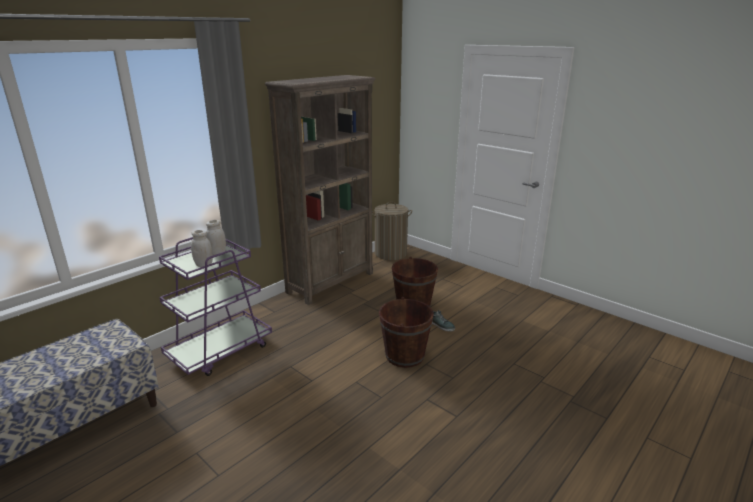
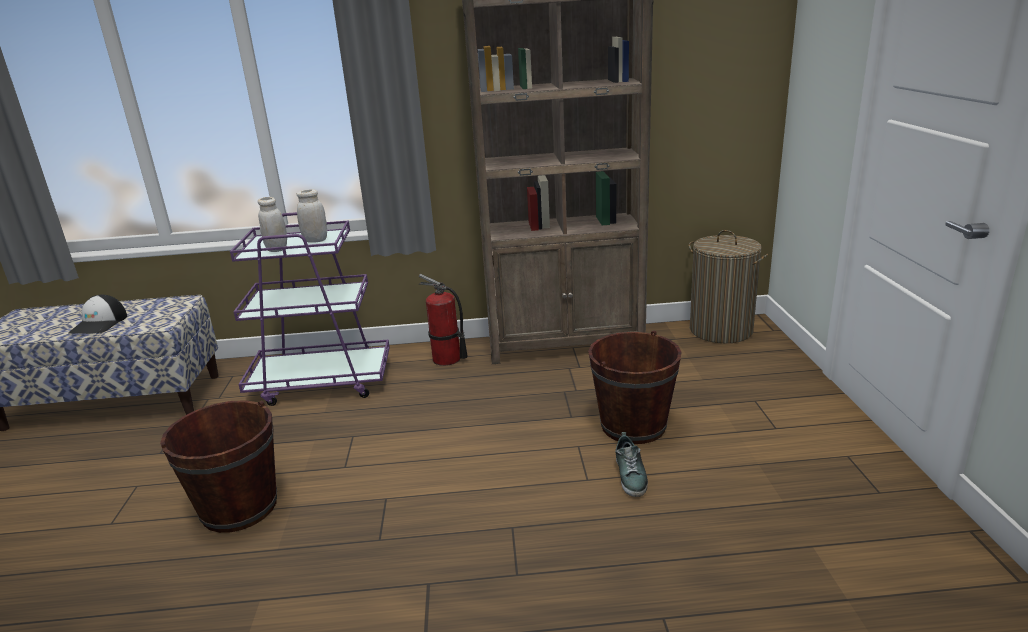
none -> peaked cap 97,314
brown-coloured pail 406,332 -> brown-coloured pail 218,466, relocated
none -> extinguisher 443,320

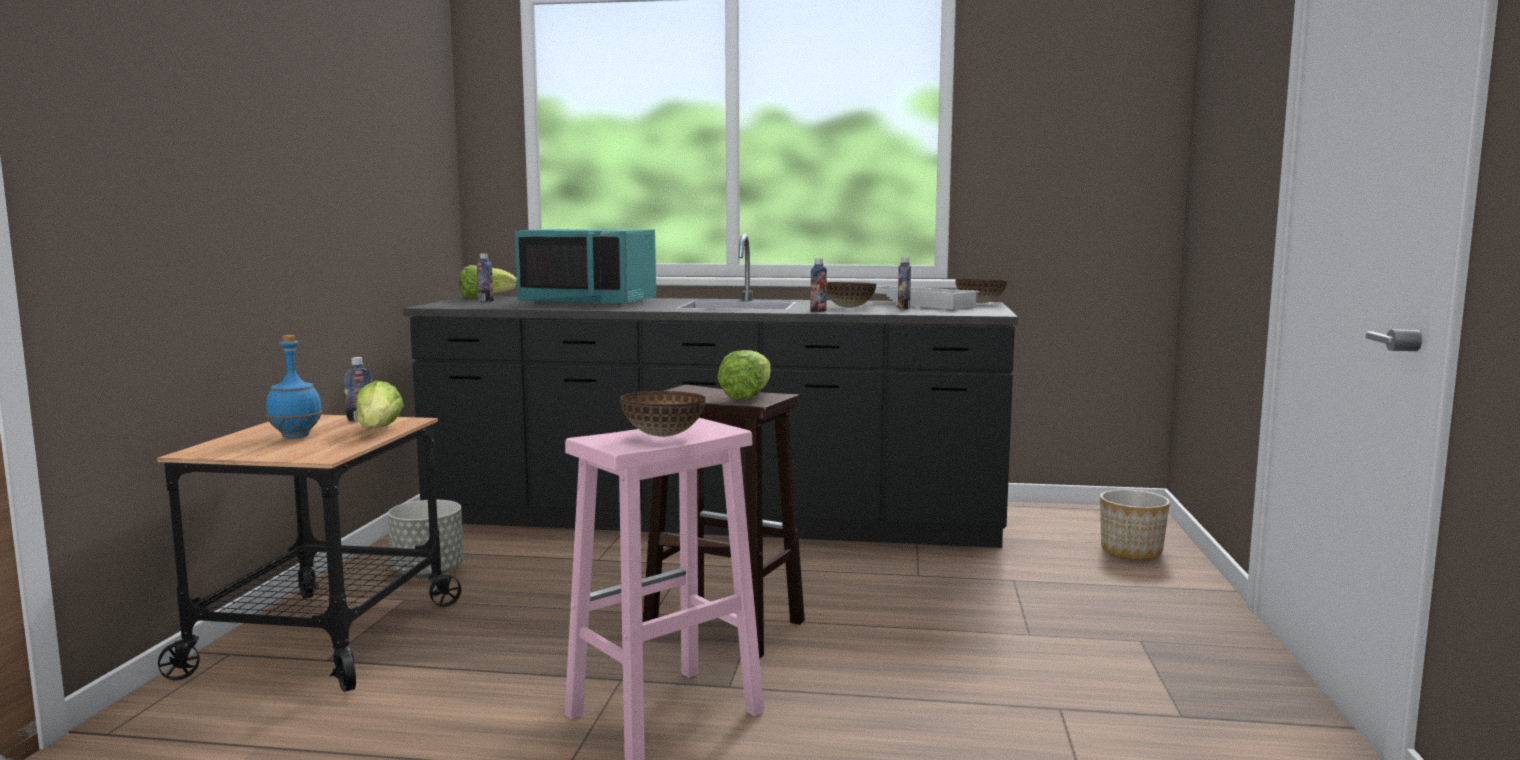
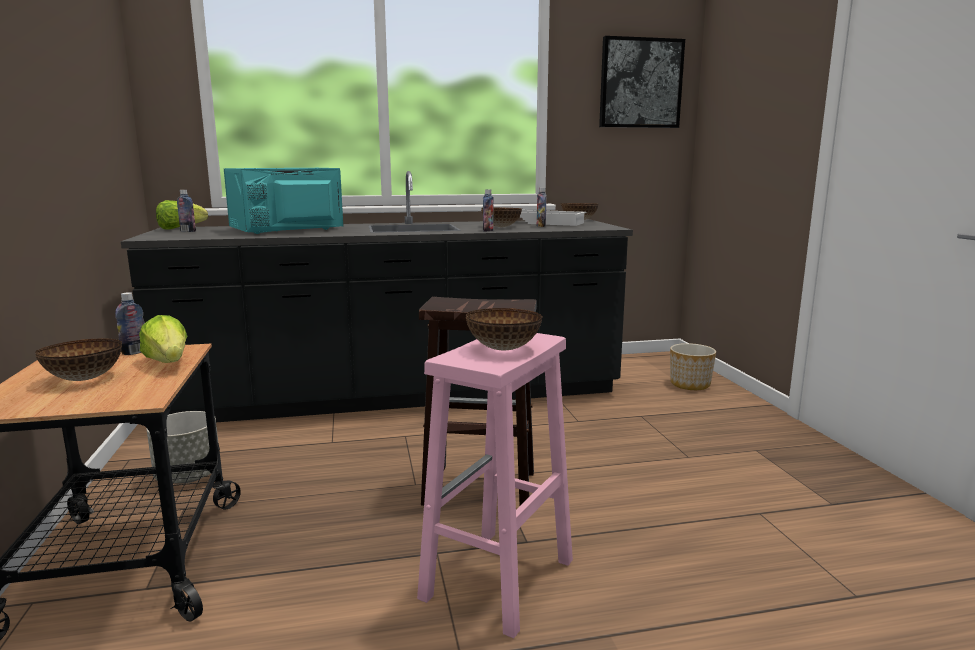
blue-coloured drink bottle 294,386 -> serving bowl 78,359
turquoise-coloured microwave 585,267 -> turquoise-coloured microwave 283,201, 150 degrees clockwise
none -> wall art 642,82
lettuce 744,375 -> none

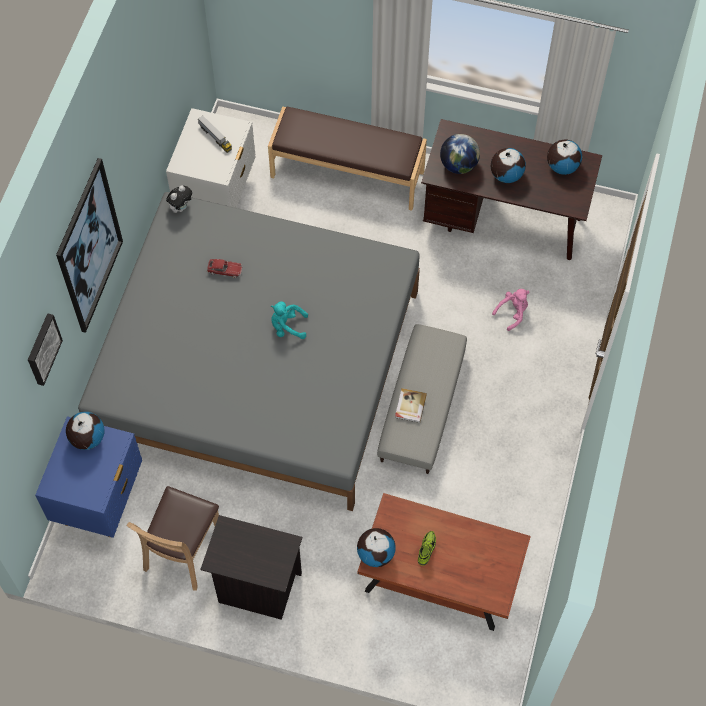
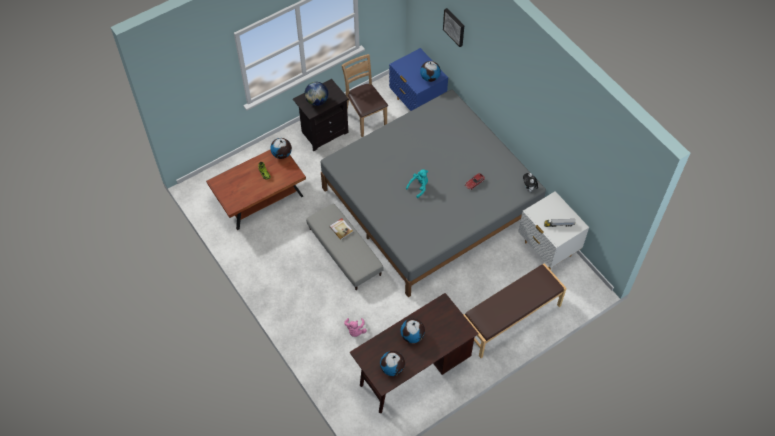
world globe 460,154 -> world globe 316,94, relocated
wall art 89,245 -> none

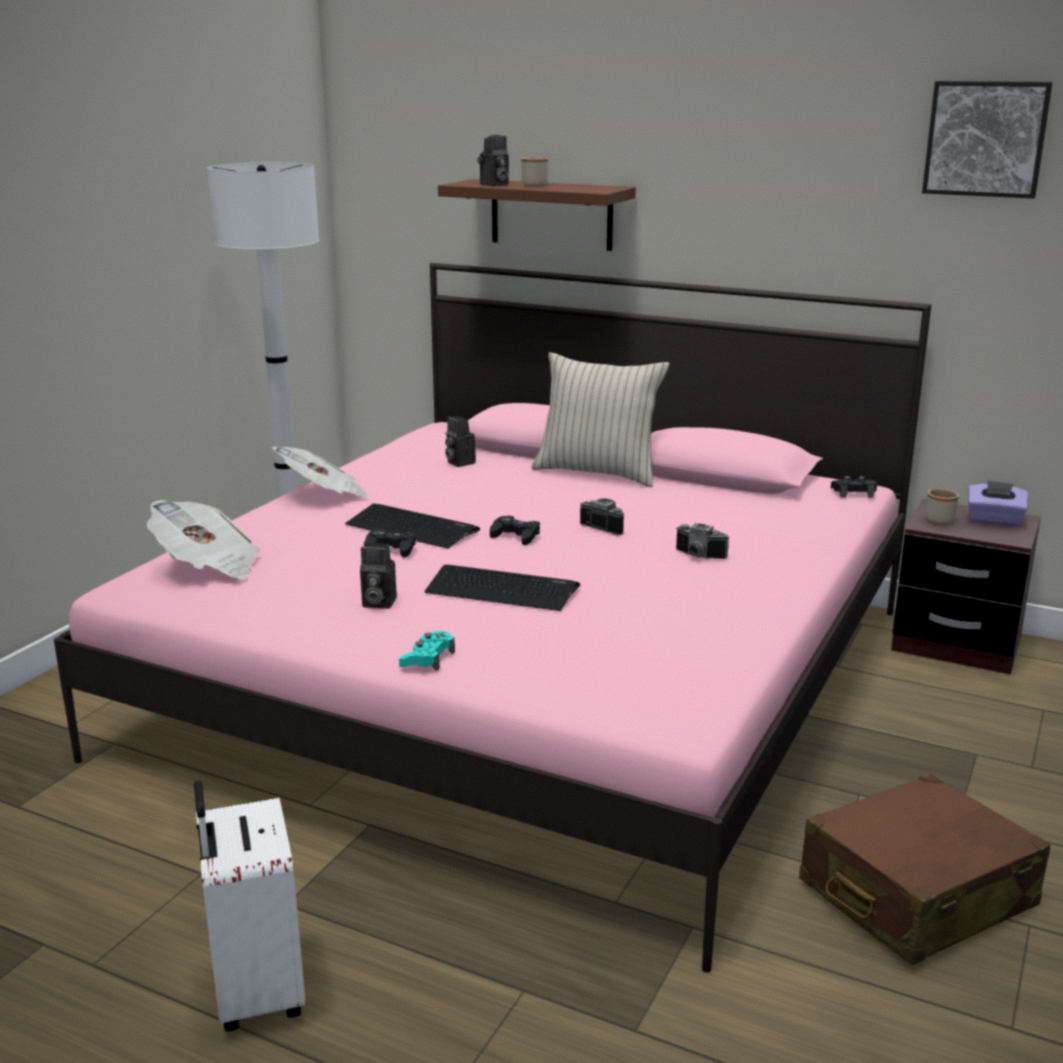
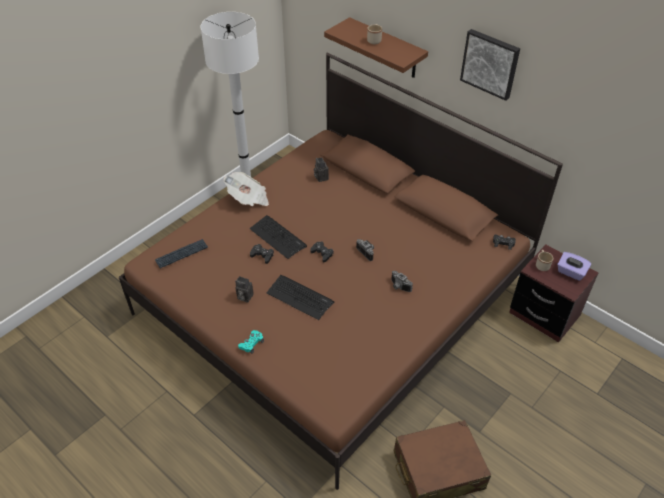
pink bed 492,618 -> brown-coloured bed 341,271
daily paper 203,539 -> PC keyboard 181,254
wall art 987,140 -> wall art 490,65, relocated
white-coloured piece of luggage 249,906 -> none
still camera 493,160 -> none
sand-coloured throw pillow 600,419 -> none

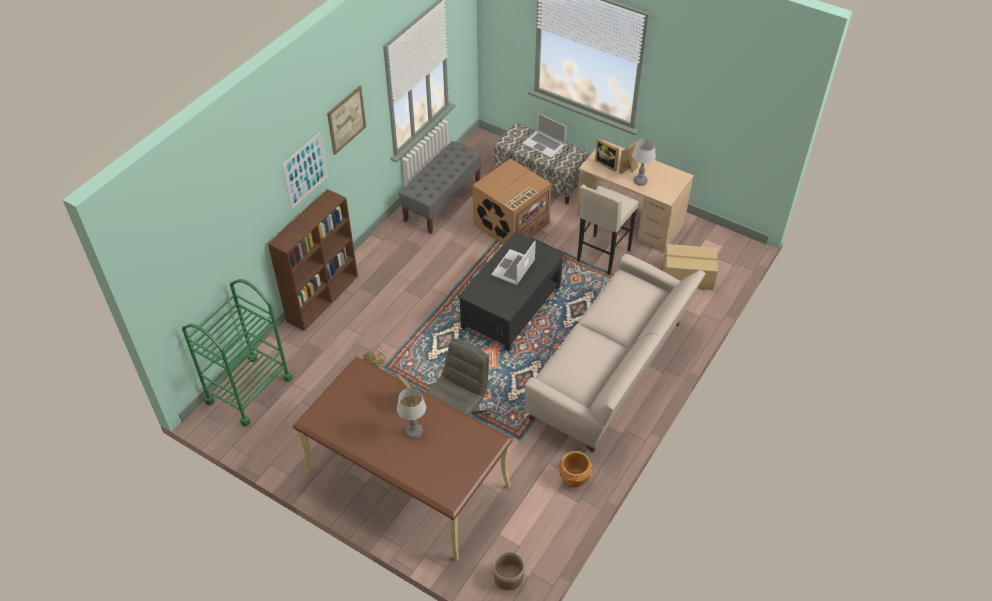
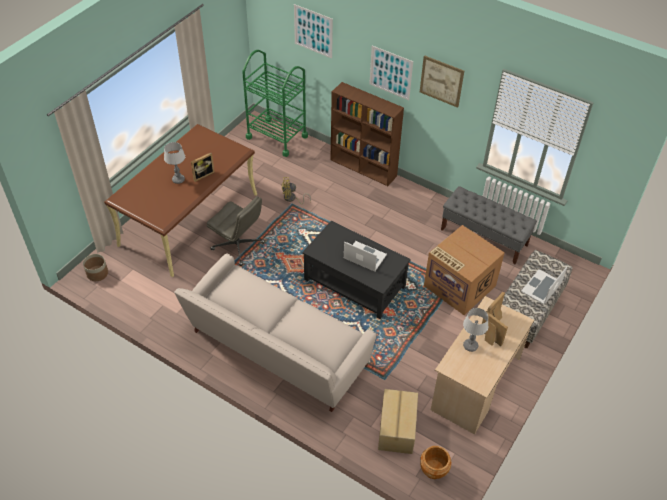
none -> wall art 313,31
brown-coloured planter 575,469 -> brown-coloured planter 435,462, relocated
sand-coloured stool 608,229 -> none

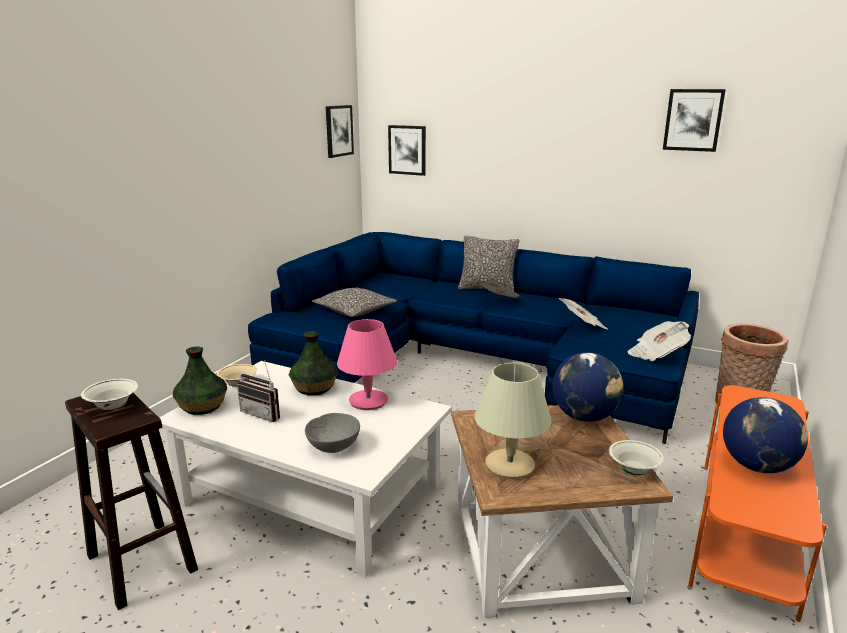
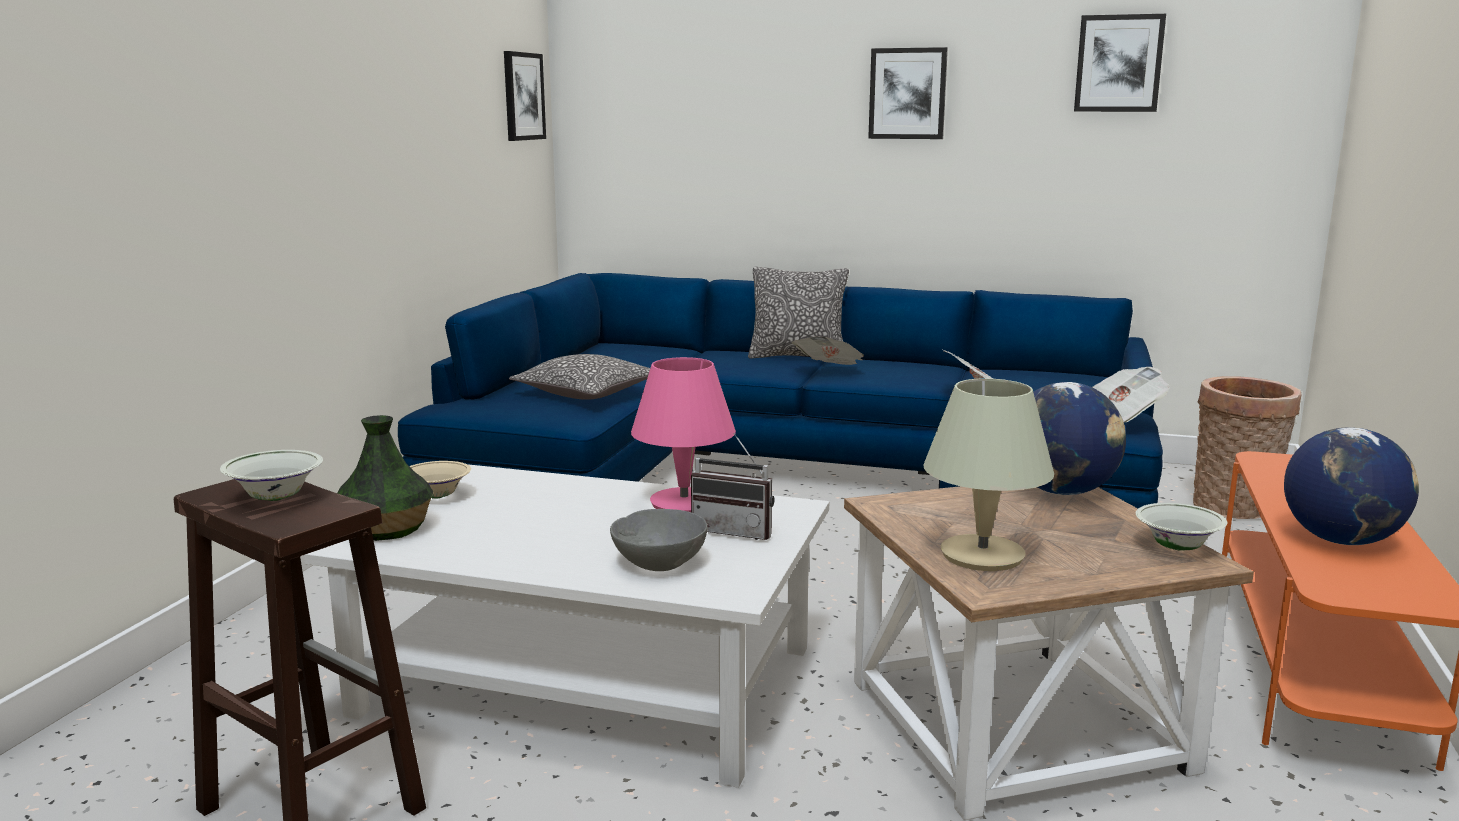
radio 258,391 -> radio 733,486, relocated
wall art 407,150 -> wall art 908,93, relocated
decorative vase 313,363 -> none

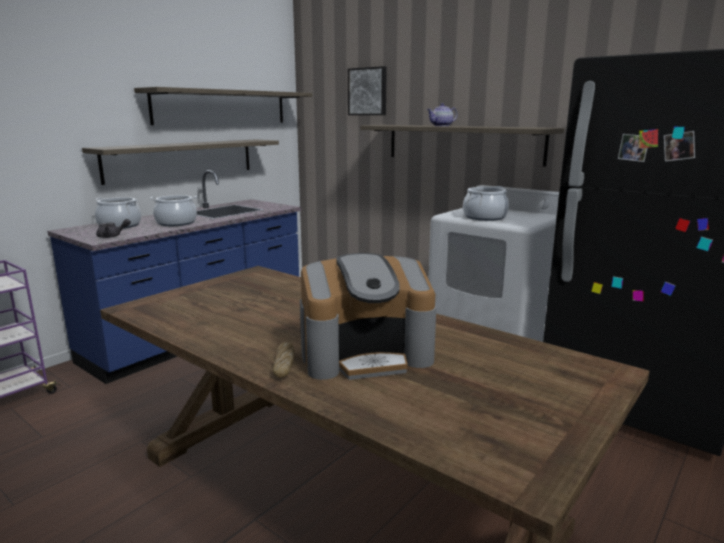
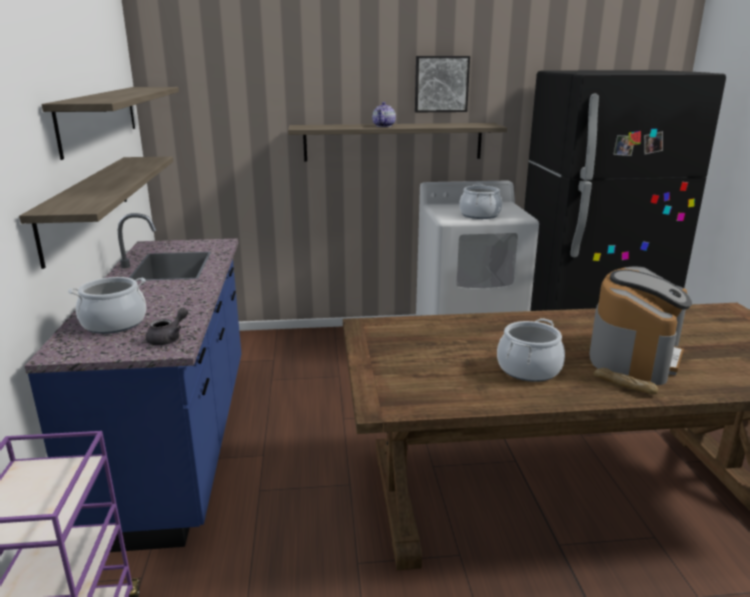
wall art 367,90 -> wall art 442,84, relocated
saucepot 173,210 -> saucepot 531,350, relocated

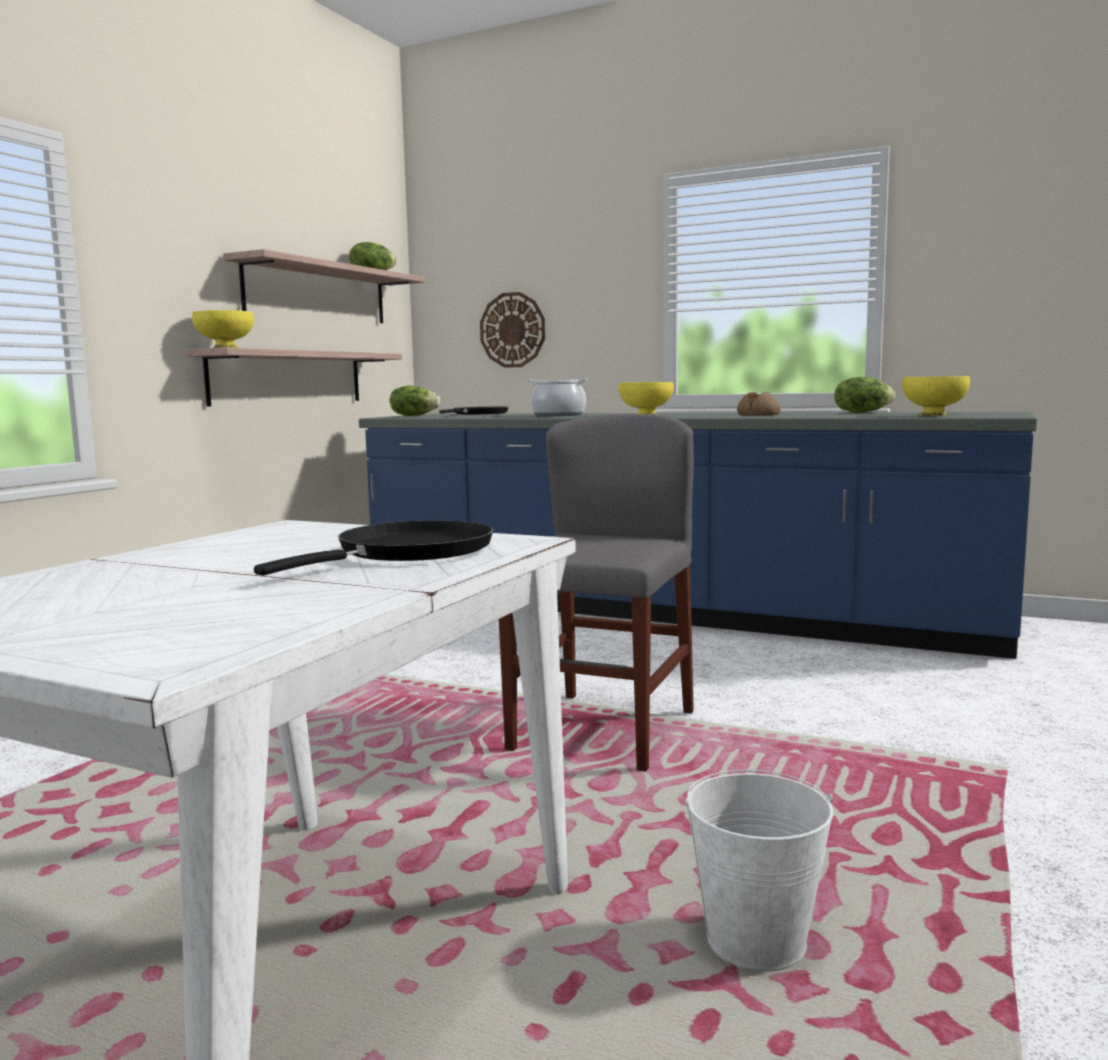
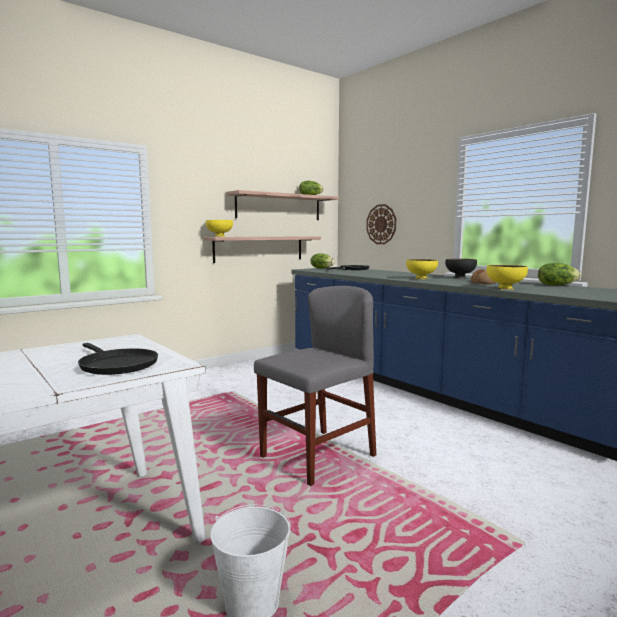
black frying pan 373,548 -> black frying pan 118,359, 75 degrees clockwise
none -> black serving bowl 461,268
yellow serving bowl 936,396 -> yellow serving bowl 507,277, relocated
saucepot 558,397 -> none

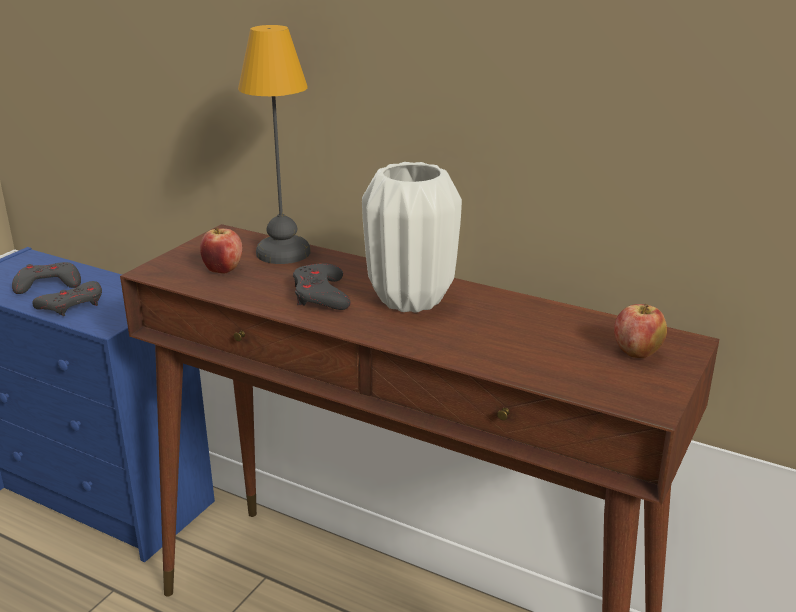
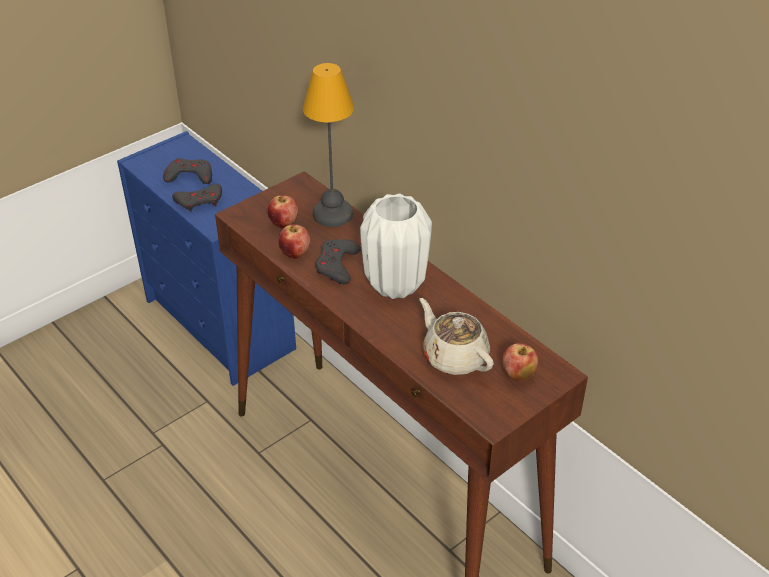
none -> apple 294,241
none -> sand-coloured pot for tea 456,336

